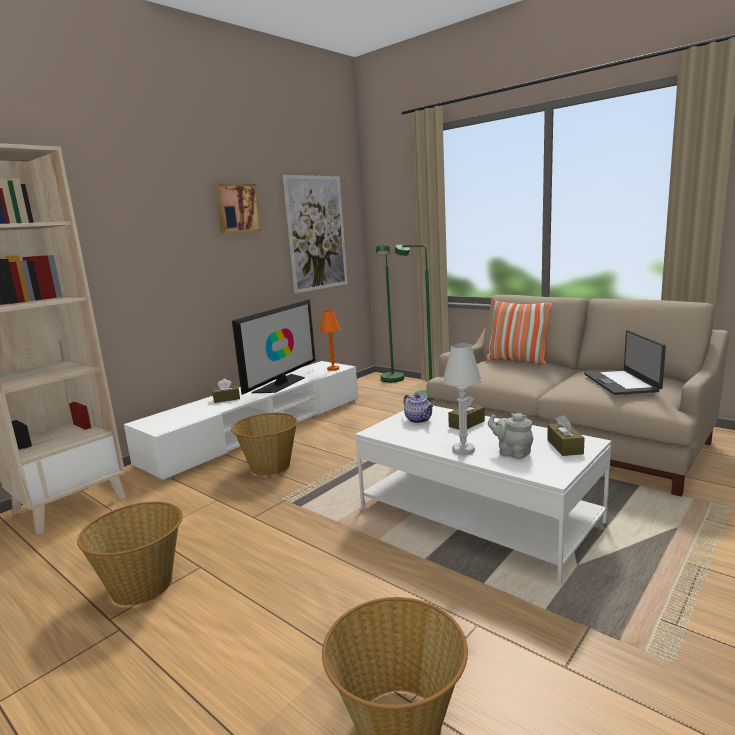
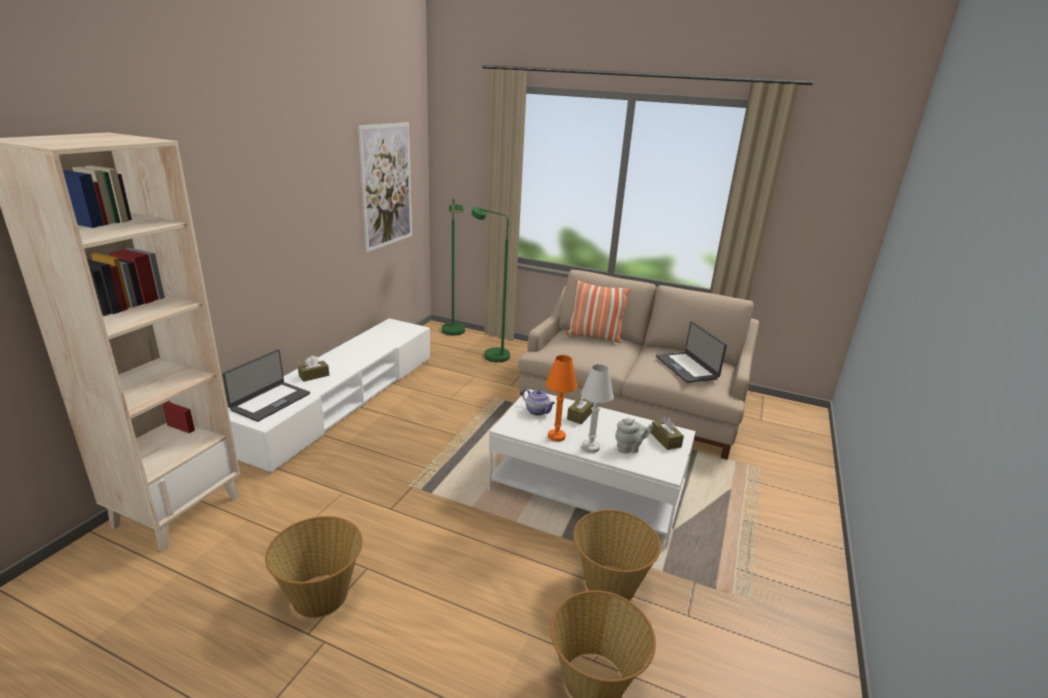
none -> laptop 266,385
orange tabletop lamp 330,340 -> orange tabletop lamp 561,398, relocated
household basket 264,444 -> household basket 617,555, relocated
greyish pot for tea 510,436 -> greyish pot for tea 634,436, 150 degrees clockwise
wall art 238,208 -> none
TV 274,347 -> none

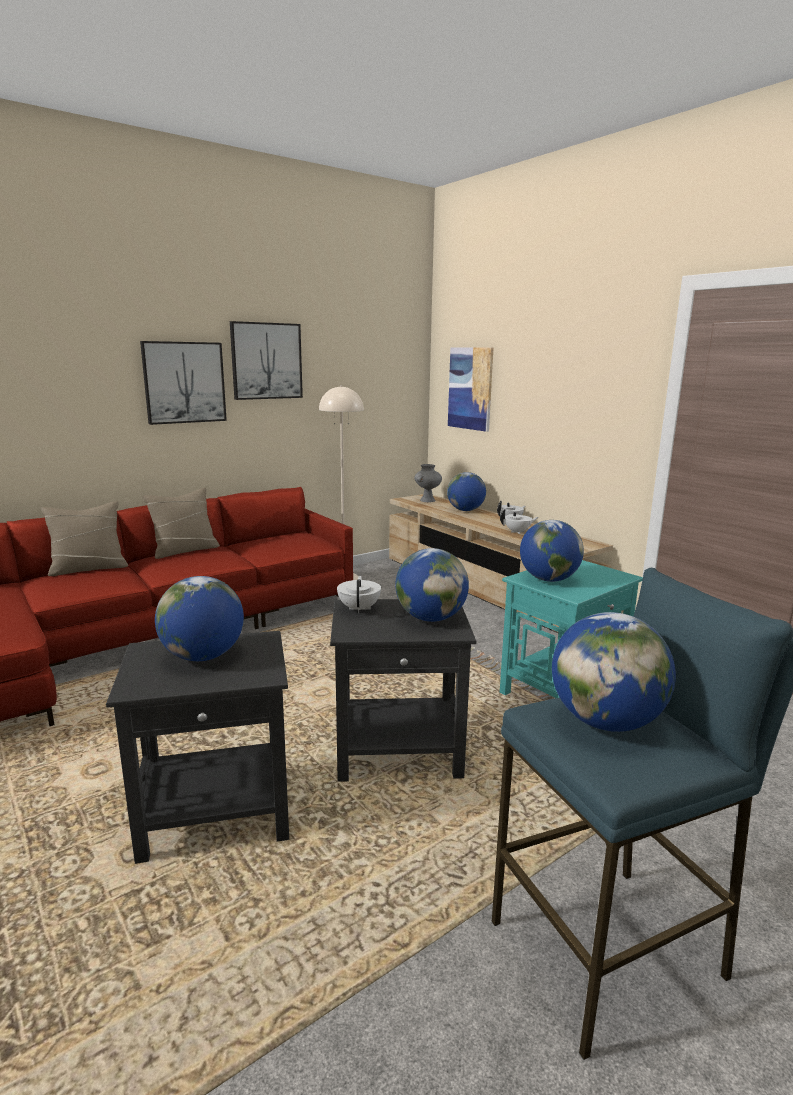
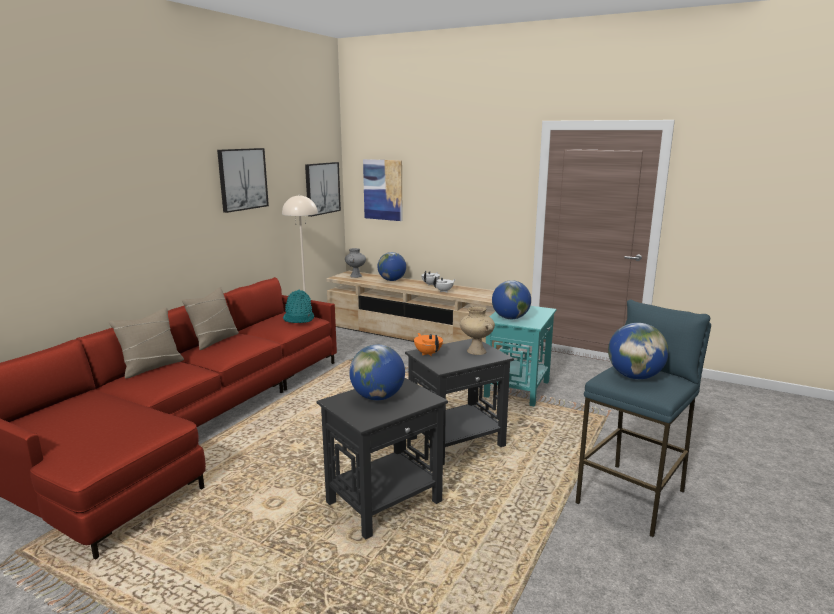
none -> turquoise-coloured hat 298,306
wall art 183,383 -> wall art 323,189, relocated
white-coloured pot for tea 359,594 -> orange pot for tea 428,344
world globe 432,585 -> sand-coloured decorative vase 477,330

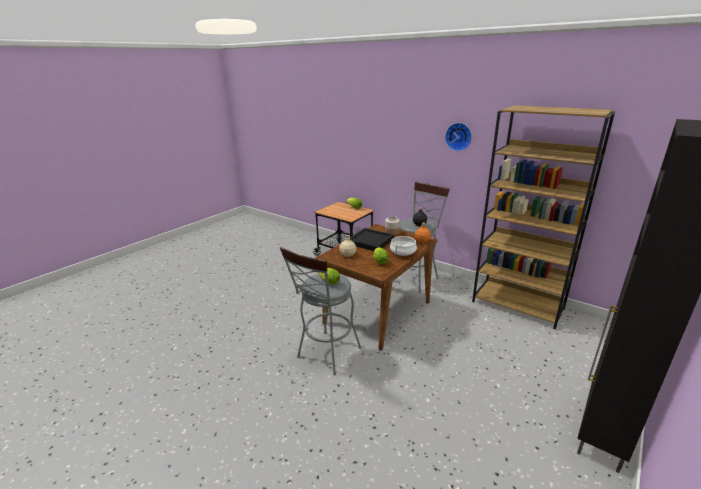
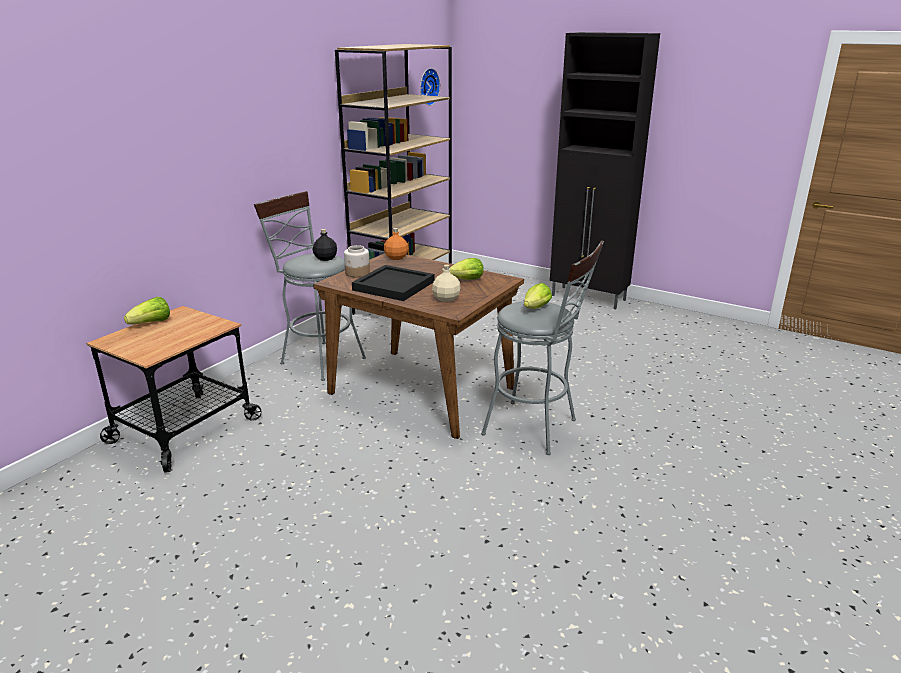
wall clock 458,137 -> wall clock 430,87, relocated
white-coloured saucepot 403,246 -> none

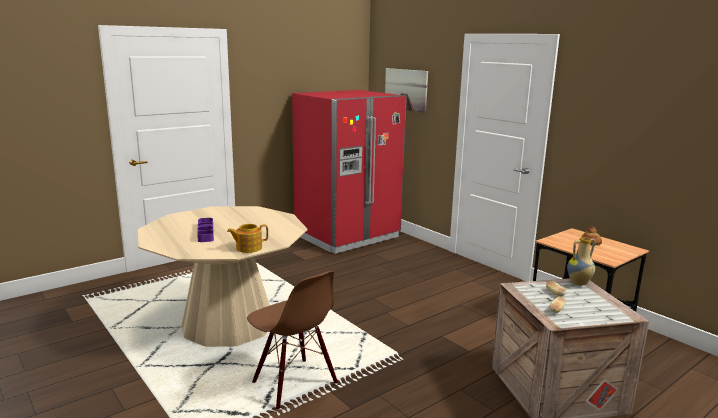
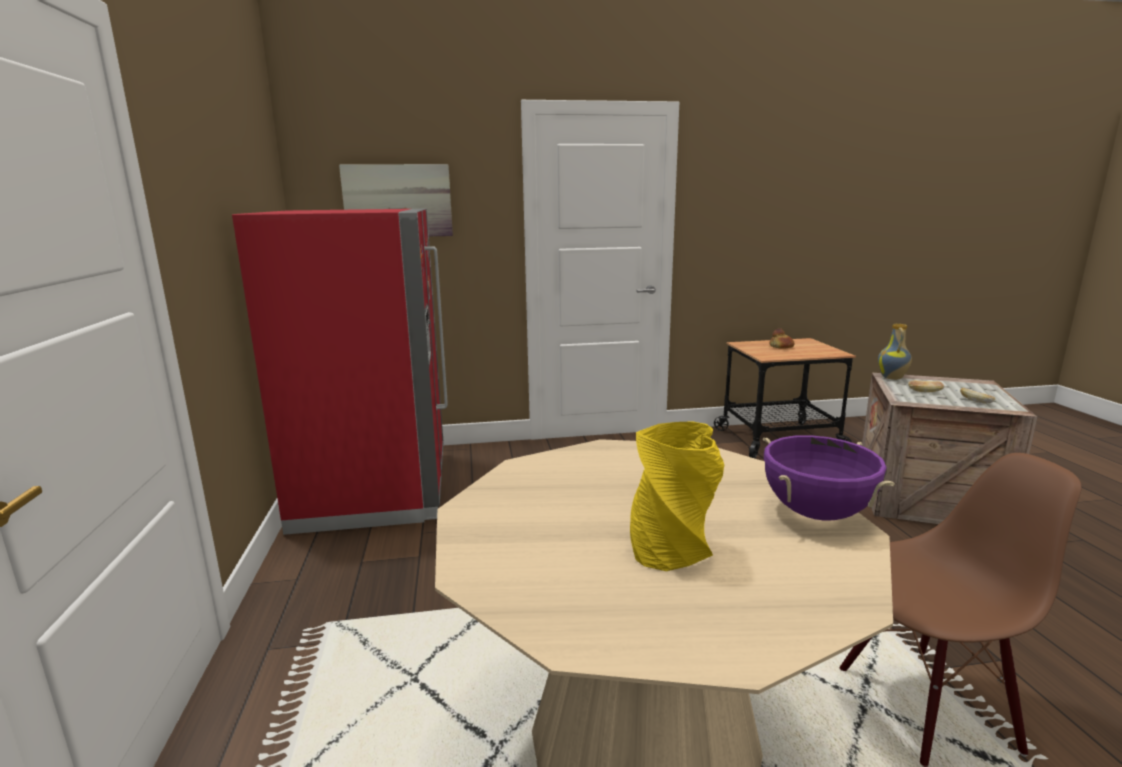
purple-coloured tray 205,230 -> yellow decorative vase 677,496
pot for tea 247,238 -> purple-coloured saucepot 829,477

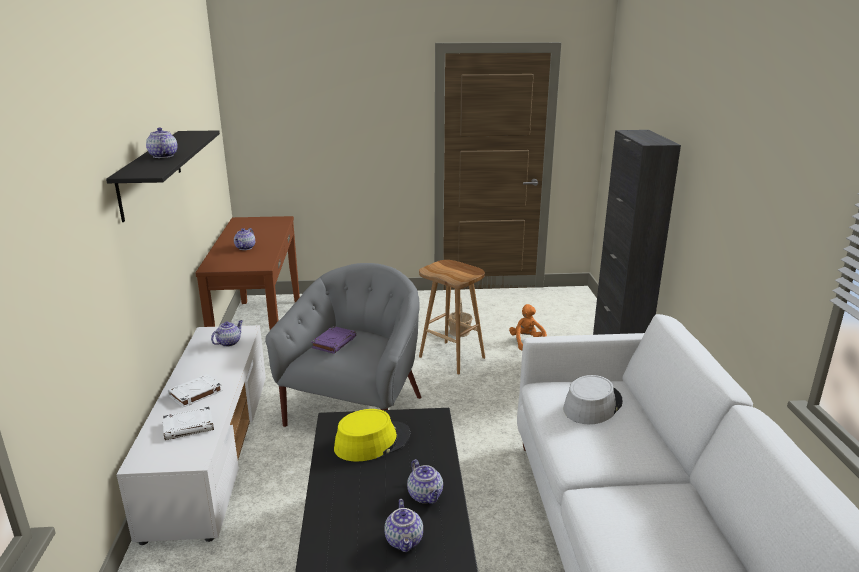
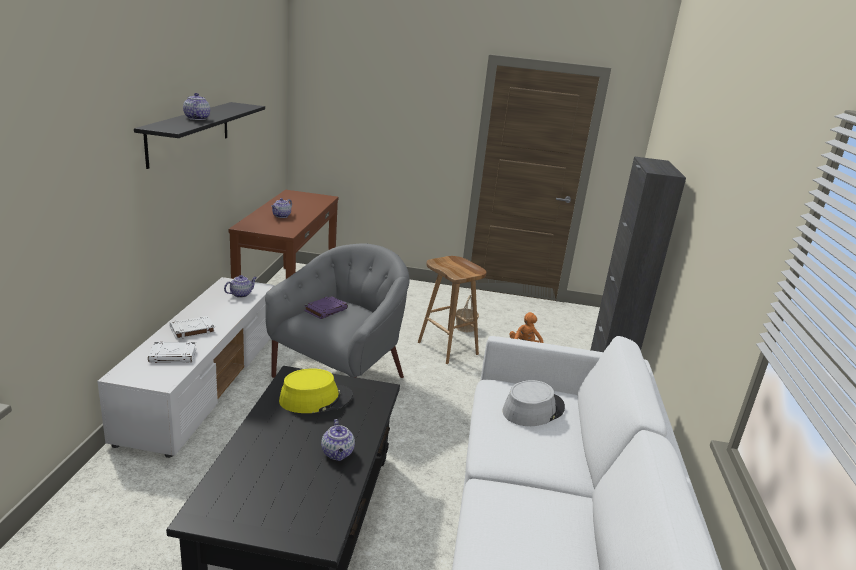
pot for tea 403,525 -> none

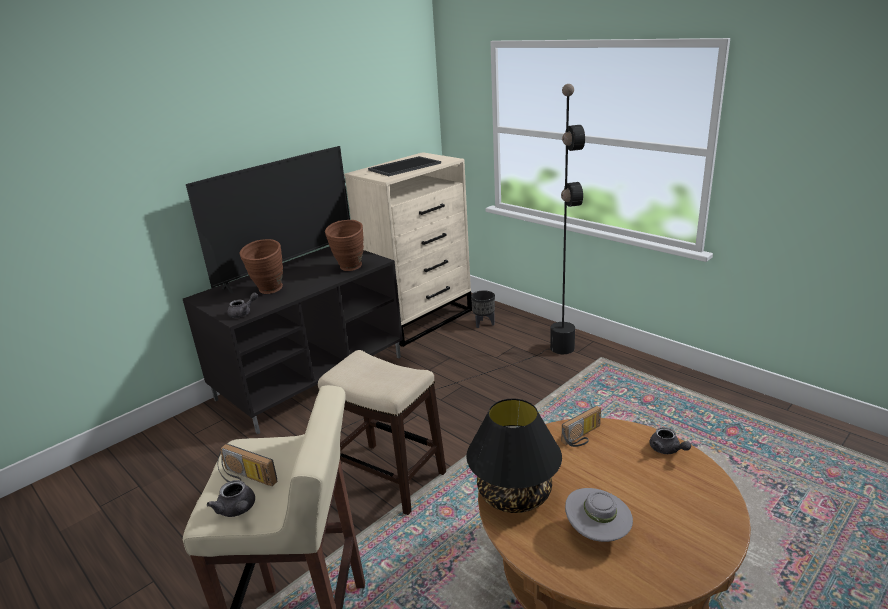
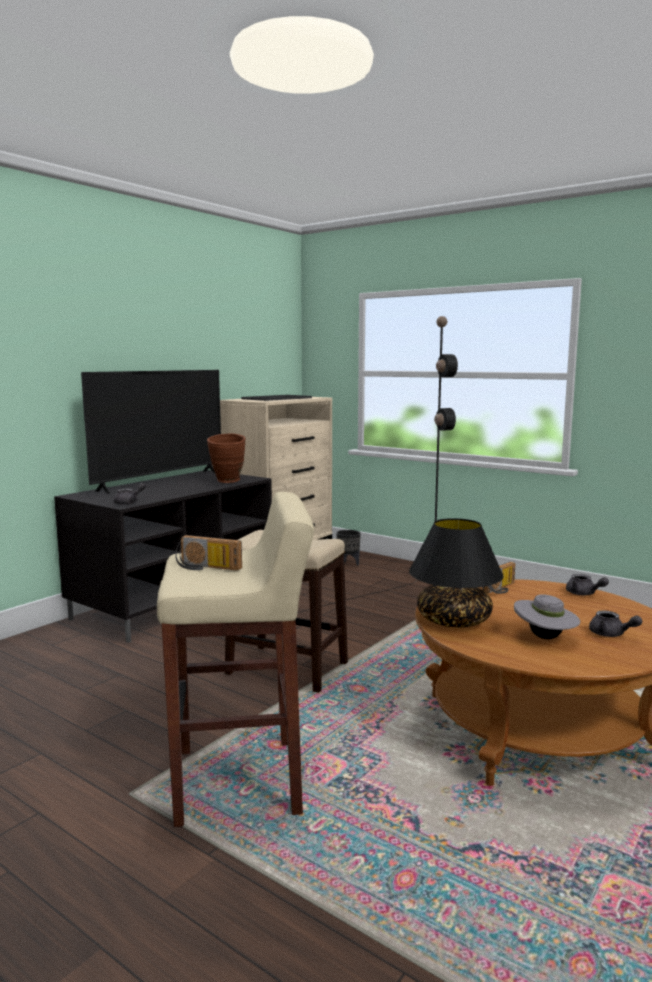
greyish pot for tea 231,498 -> greyish pot for tea 615,623, relocated
brown-coloured decorative vase 261,266 -> none

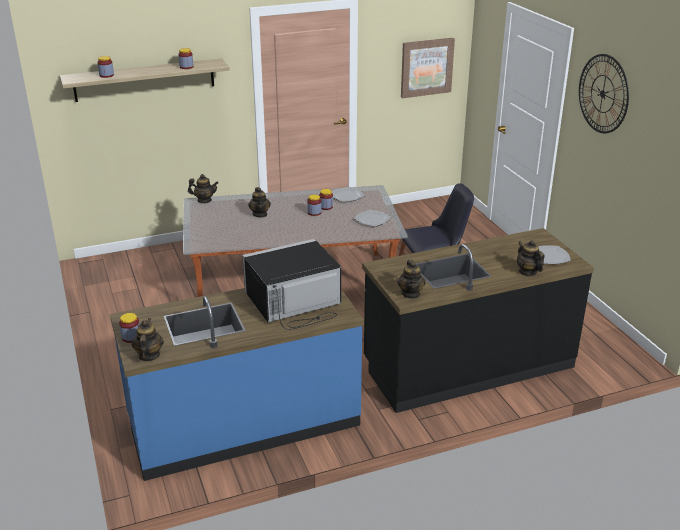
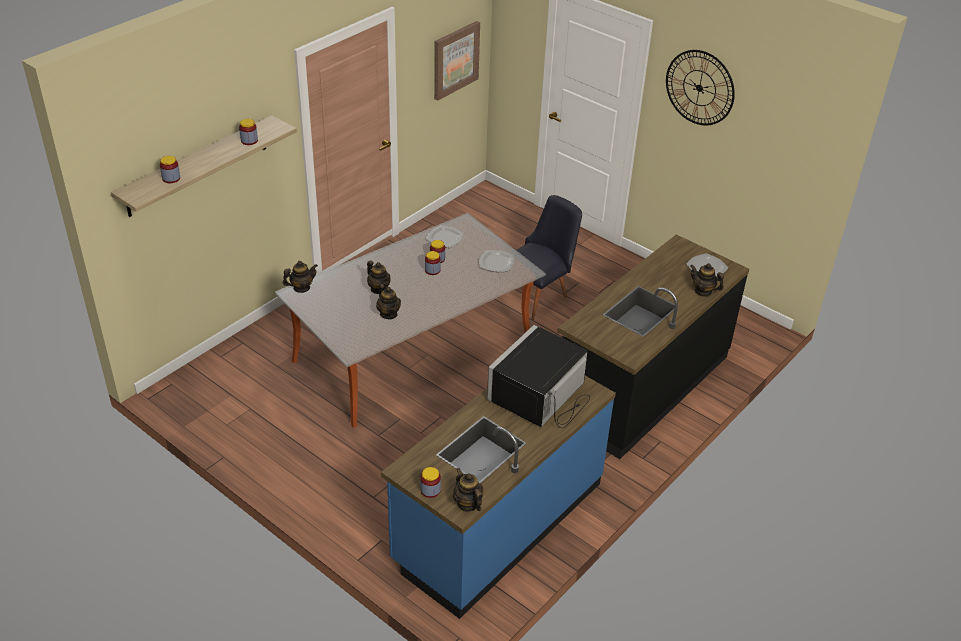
pot for tea 411,279 -> pot for tea 388,301, relocated

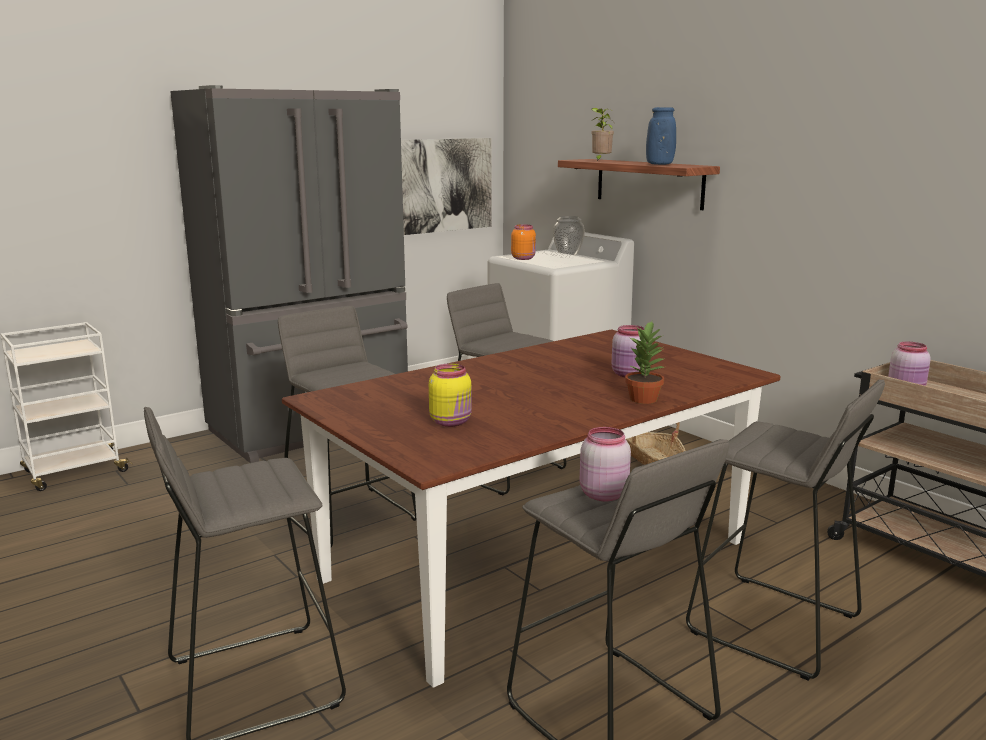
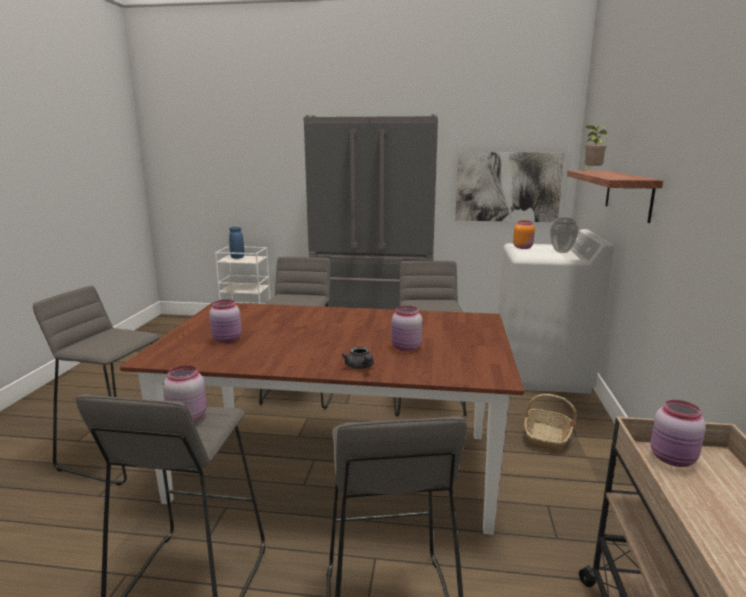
yellow storage jar 450,395 -> pink storage jar 225,321
blue-coloured decorative vase 661,136 -> blue-coloured decorative vase 236,243, relocated
plant in a pot 645,362 -> greyish pot for tea 358,357

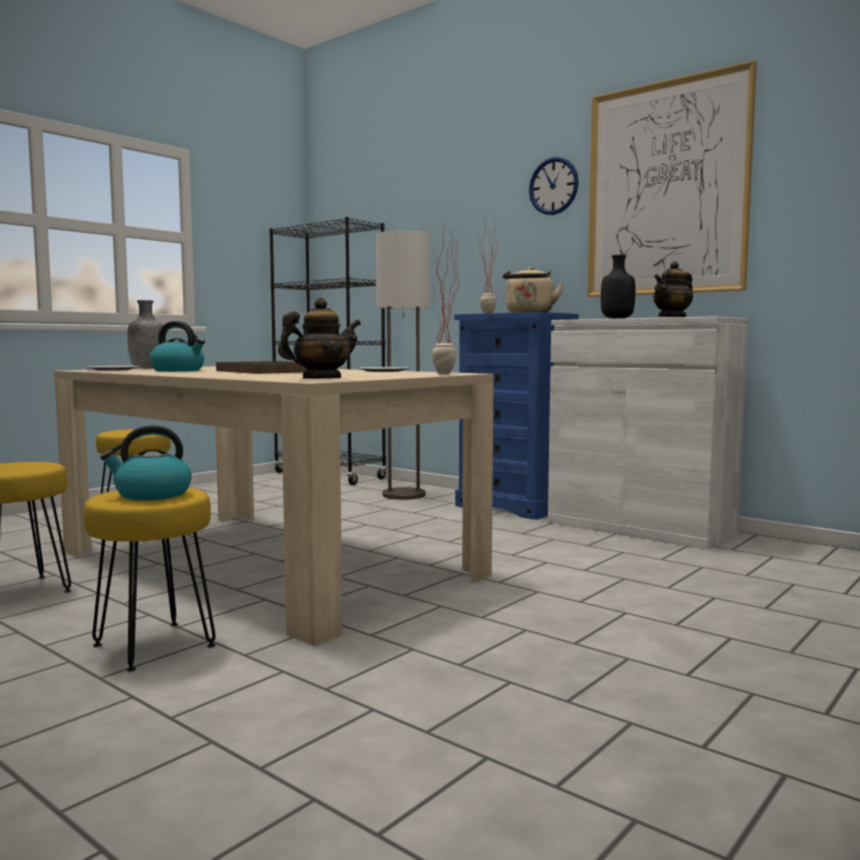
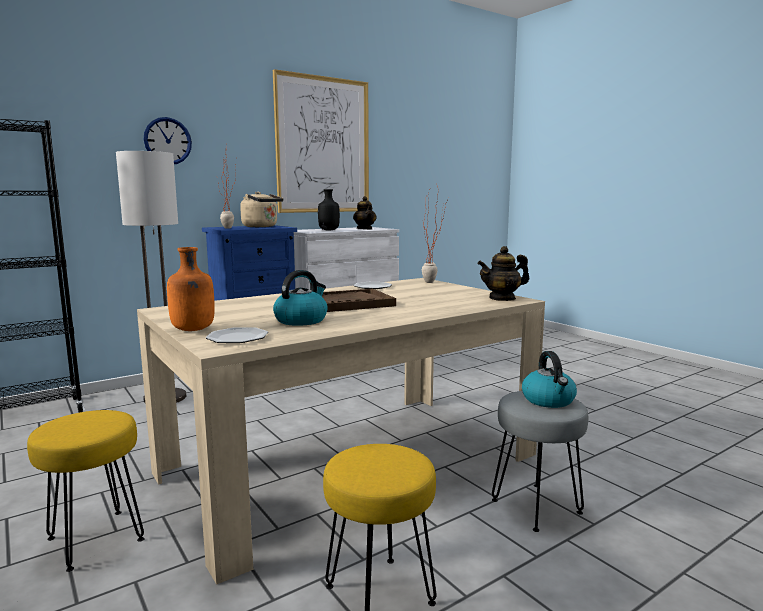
wall clock 554,186 -> wall clock 168,140, relocated
greyish drink bottle 146,334 -> orange drink bottle 191,289
pot for tea 319,338 -> pot for tea 503,273, 90 degrees counterclockwise
yellow stool 149,580 -> greyish stool 540,461

